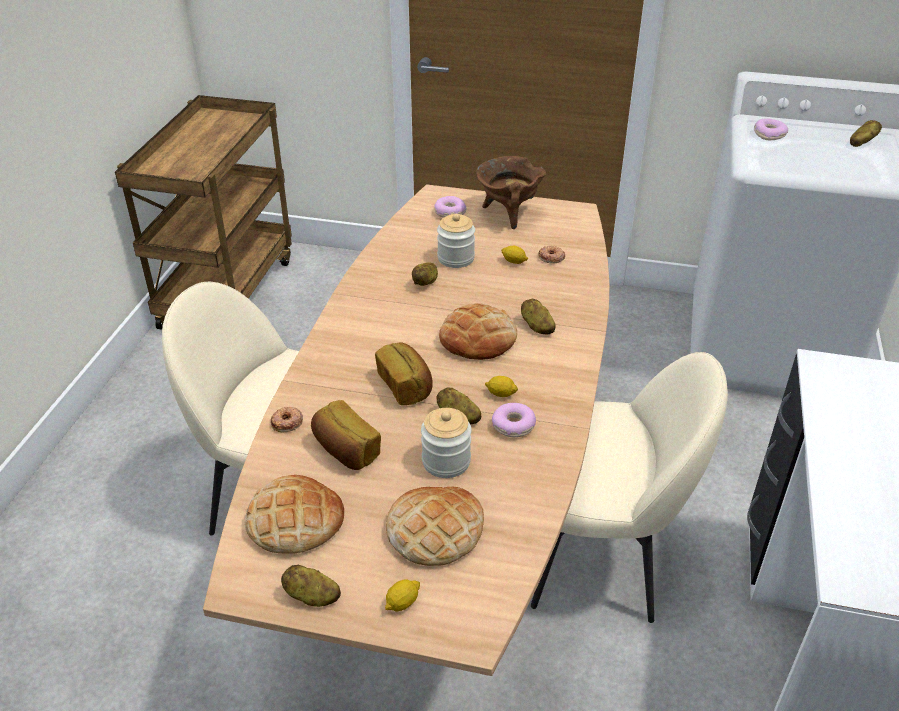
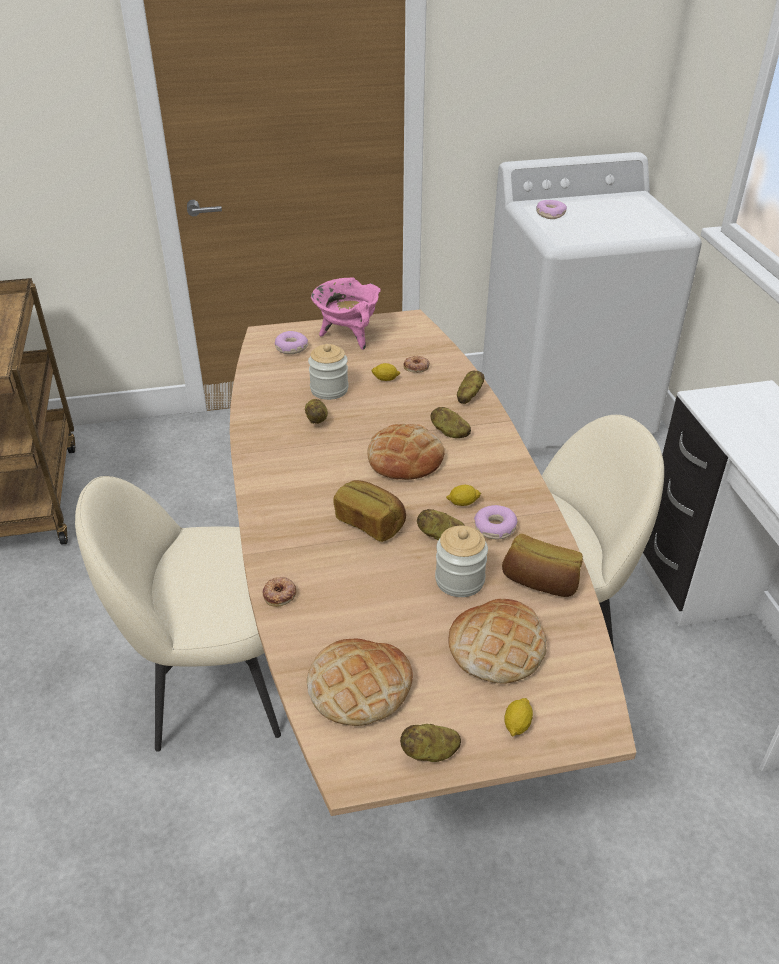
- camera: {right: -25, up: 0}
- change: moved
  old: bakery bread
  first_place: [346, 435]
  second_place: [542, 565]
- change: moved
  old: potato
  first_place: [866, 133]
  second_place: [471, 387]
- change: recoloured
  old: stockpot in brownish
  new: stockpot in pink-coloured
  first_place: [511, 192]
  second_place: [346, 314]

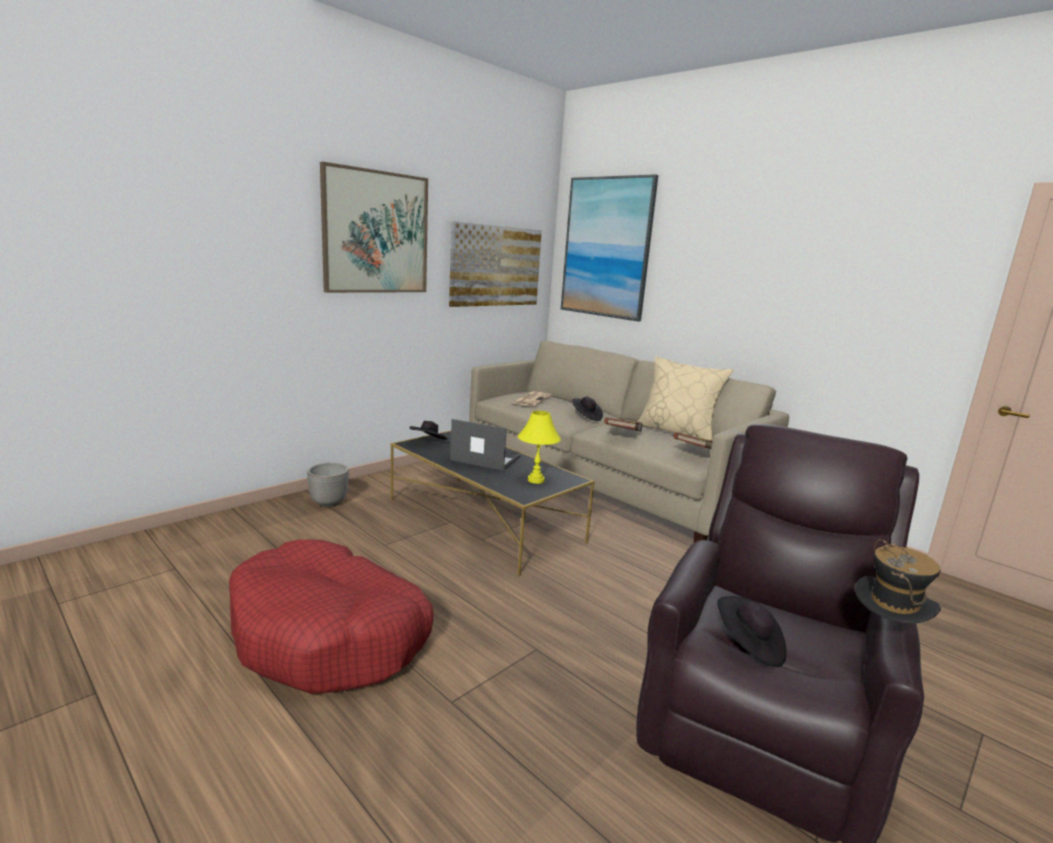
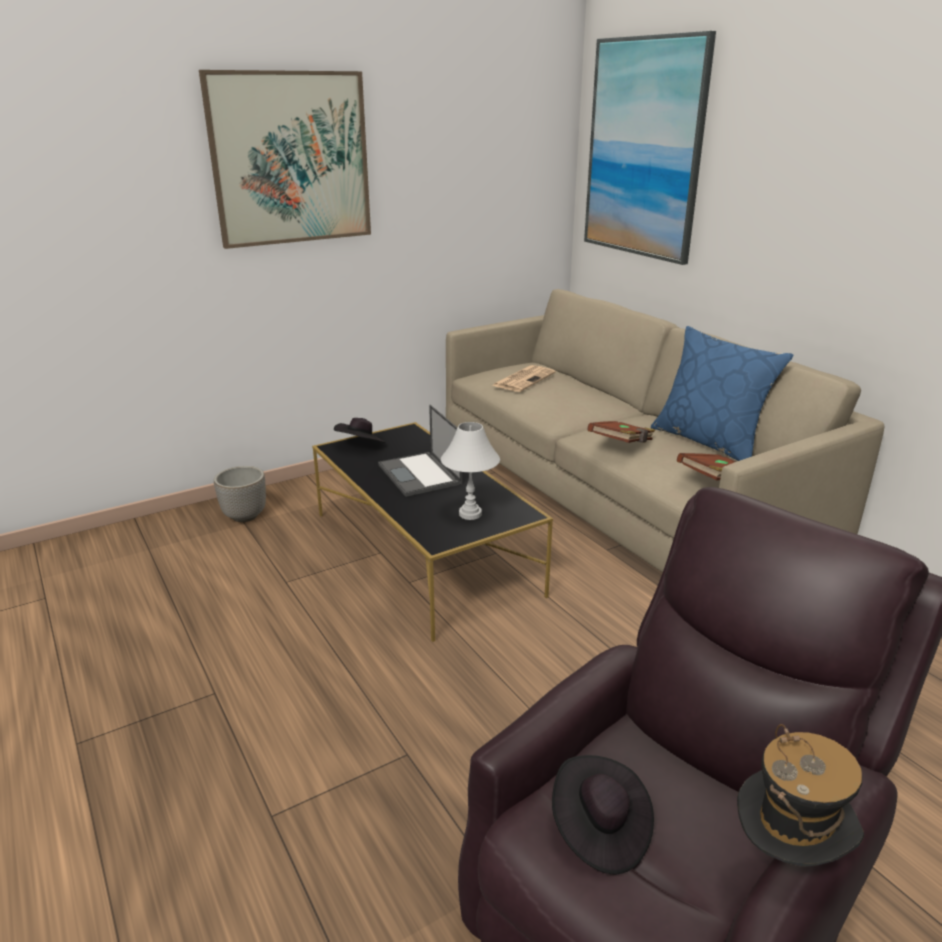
- camera: {right: 15, up: 10}
- change: removed
  old: dog bed in red-coloured
  first_place: [331, 616]
- change: removed
  old: wall picture
  first_place: [495, 264]
- change: removed
  old: wearable hat in black-coloured
  first_place: [587, 409]
- change: recoloured
  old: tabletop lamp in yellow
  new: tabletop lamp in whitish
  first_place: [539, 447]
  second_place: [470, 471]
- change: recoloured
  old: pillow in beige-coloured
  new: pillow in bluish
  first_place: [685, 398]
  second_place: [722, 393]
- change: turned
  old: notebook computer
  first_place: [485, 445]
  second_place: [420, 451]
  degrees: -150

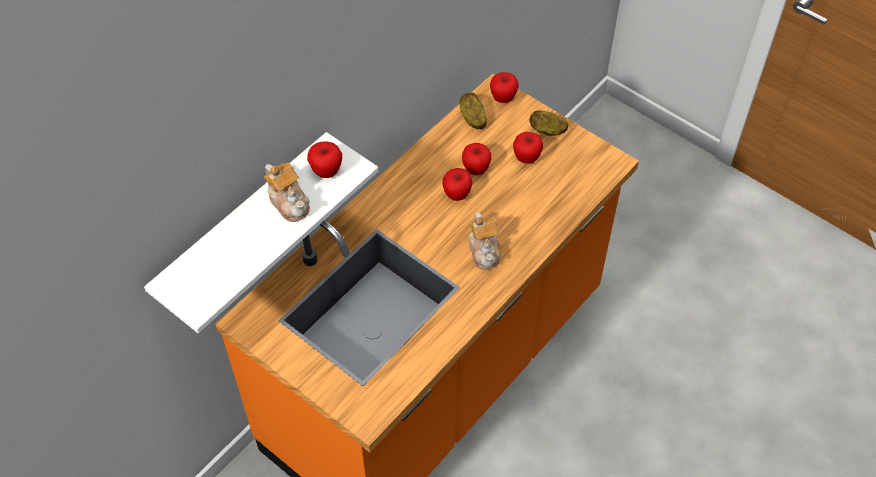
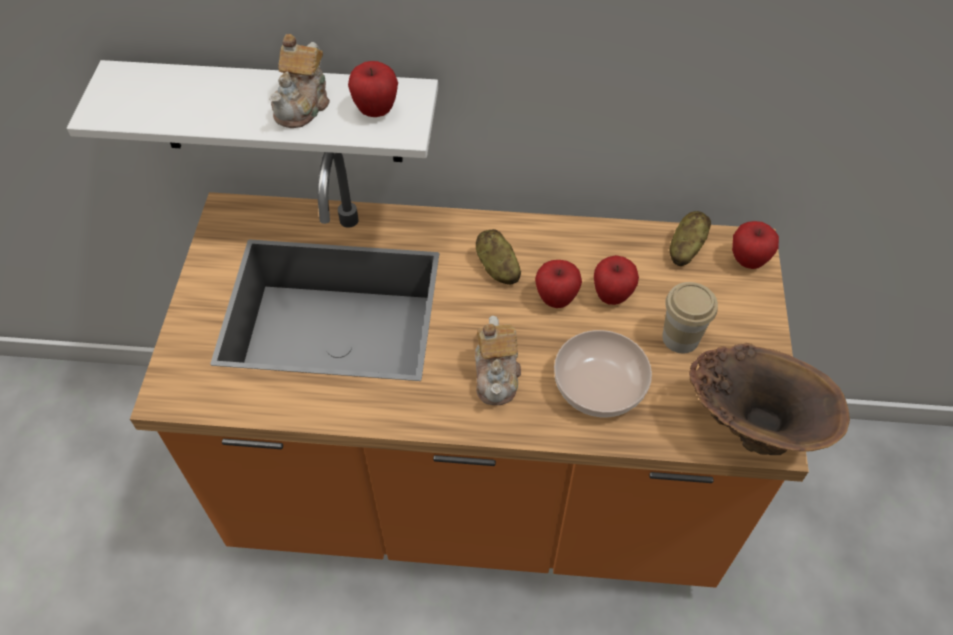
- camera: {right: 55, up: 0}
- change: added
  new: serving bowl
  second_place: [603, 373]
- change: added
  new: vase in brownish
  second_place: [769, 399]
- change: moved
  old: potato
  first_place: [548, 123]
  second_place: [498, 257]
- change: replaced
  old: apple fruit
  new: cup
  first_place: [528, 148]
  second_place: [690, 317]
- change: turned
  old: teapot
  first_place: [485, 241]
  second_place: [498, 360]
  degrees: -45

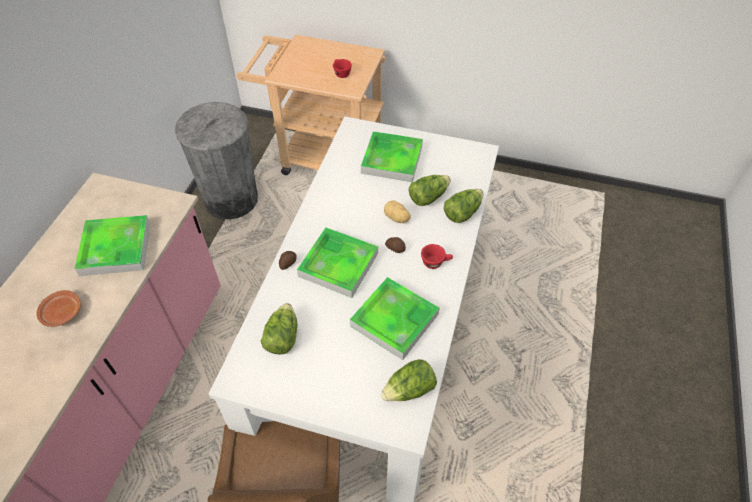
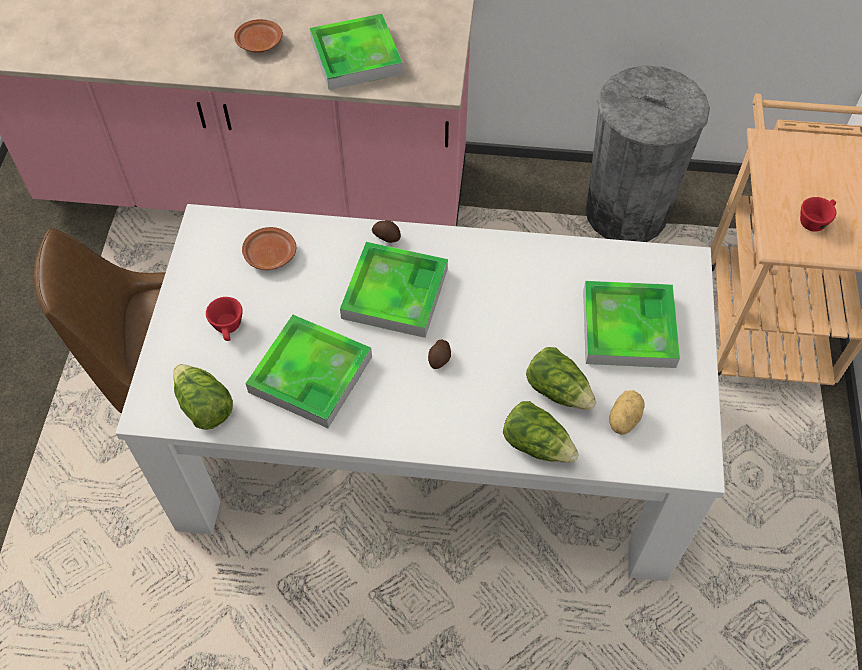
- camera: {right: 80, up: 5}
- change: moved
  old: potato
  first_place: [397, 211]
  second_place: [627, 412]
- change: moved
  old: cup in red-coloured
  first_place: [437, 256]
  second_place: [224, 319]
- change: replaced
  old: lettuce head
  new: dinner plate in brownish
  first_place: [279, 329]
  second_place: [269, 248]

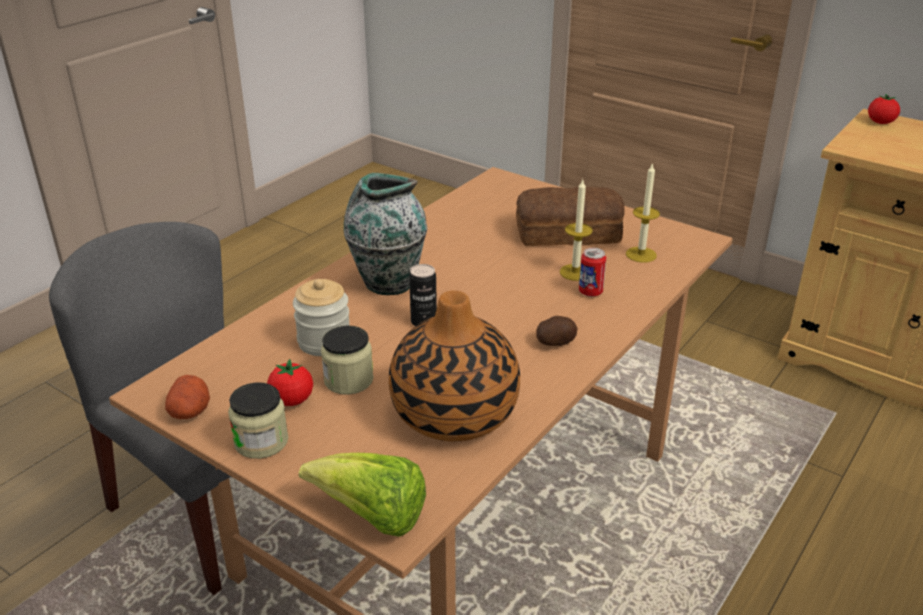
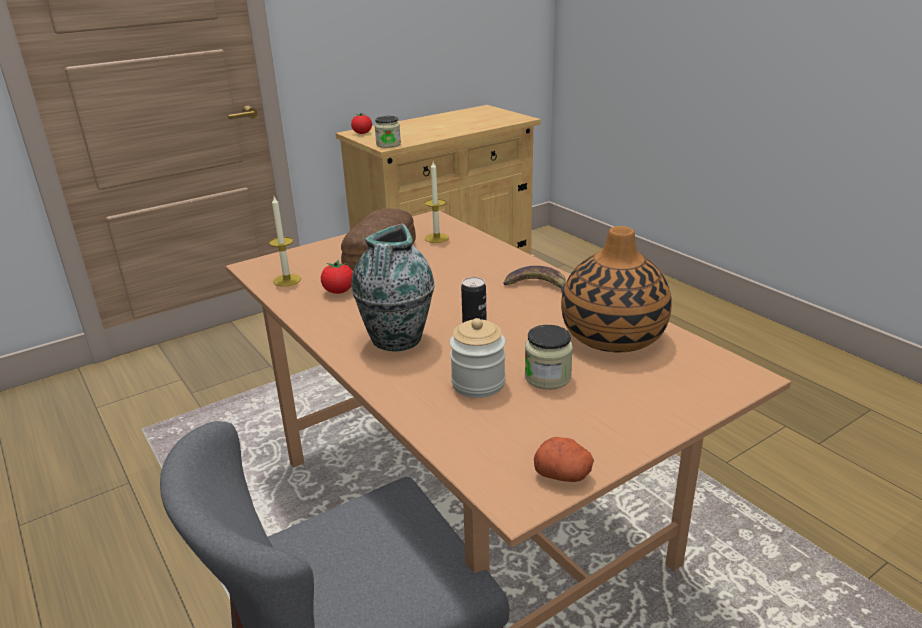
- camera: {right: -70, up: -5}
- change: removed
  old: lettuce head
  first_place: [362, 495]
- change: removed
  old: sealed can
  first_place: [592, 272]
- change: moved
  old: preserve jar
  first_place: [258, 421]
  second_place: [388, 132]
- change: moved
  old: fresh tomato
  first_place: [290, 382]
  second_place: [337, 277]
- change: moved
  old: wax light
  first_place: [576, 230]
  second_place: [285, 241]
- change: replaced
  old: potato
  new: whole banana
  first_place: [557, 331]
  second_place: [534, 279]

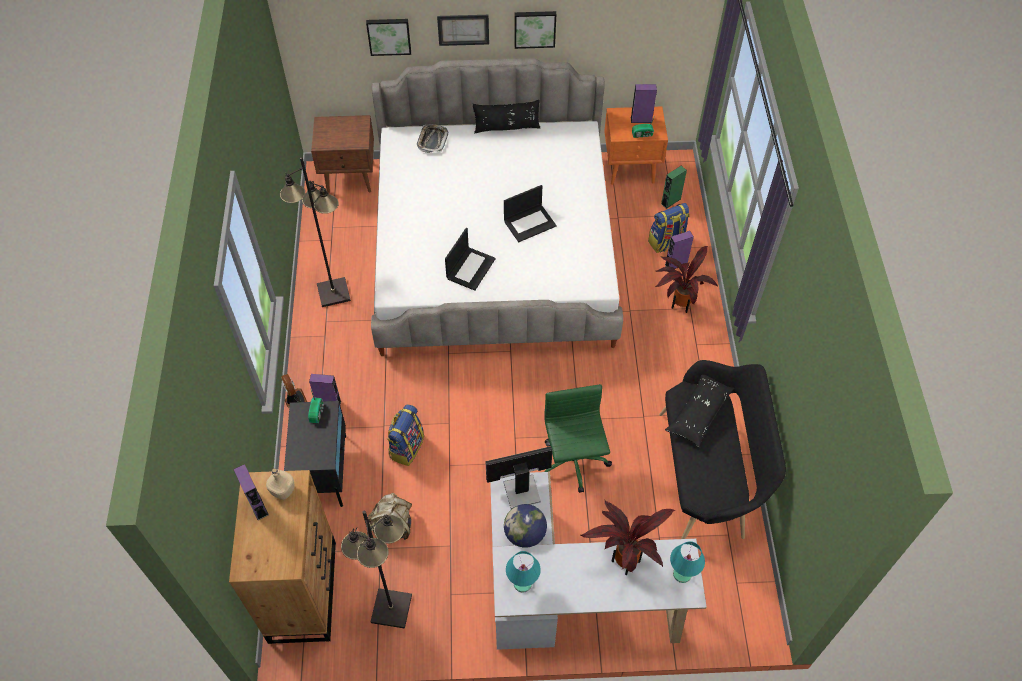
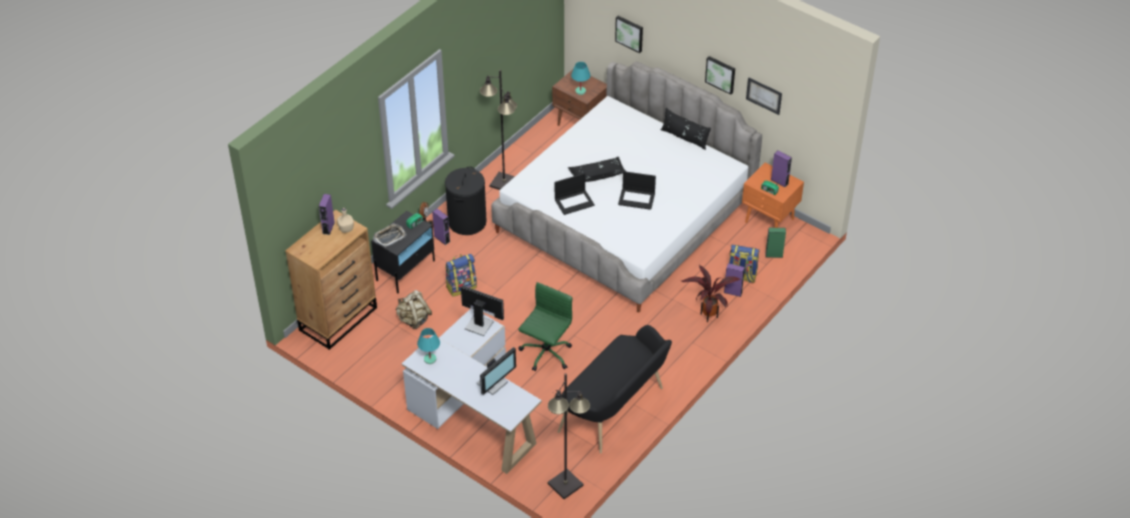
- camera: {right: 40, up: -10}
- change: removed
  old: globe
  first_place: [525, 526]
- change: added
  new: laundry basket in black-coloured
  second_place: [466, 200]
- change: moved
  old: floor lamp in black-coloured
  first_place: [376, 569]
  second_place: [568, 436]
- change: moved
  old: serving tray
  first_place: [432, 138]
  second_place: [390, 235]
- change: moved
  old: wall picture
  first_place: [463, 30]
  second_place: [764, 96]
- change: moved
  old: pillow in black-coloured
  first_place: [700, 411]
  second_place: [597, 169]
- change: moved
  old: tabletop lamp in blue-green
  first_place: [687, 562]
  second_place: [580, 78]
- change: replaced
  old: potted plant
  new: computer display
  first_place: [628, 537]
  second_place: [496, 371]

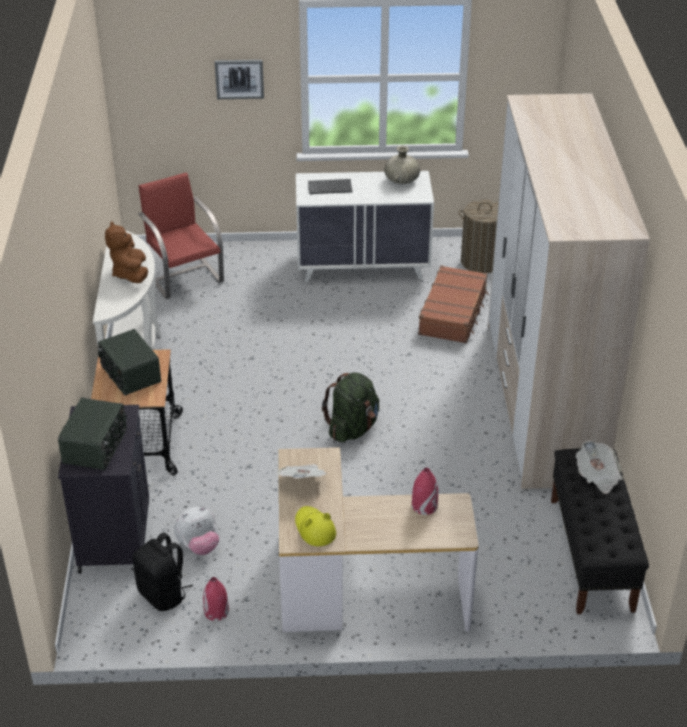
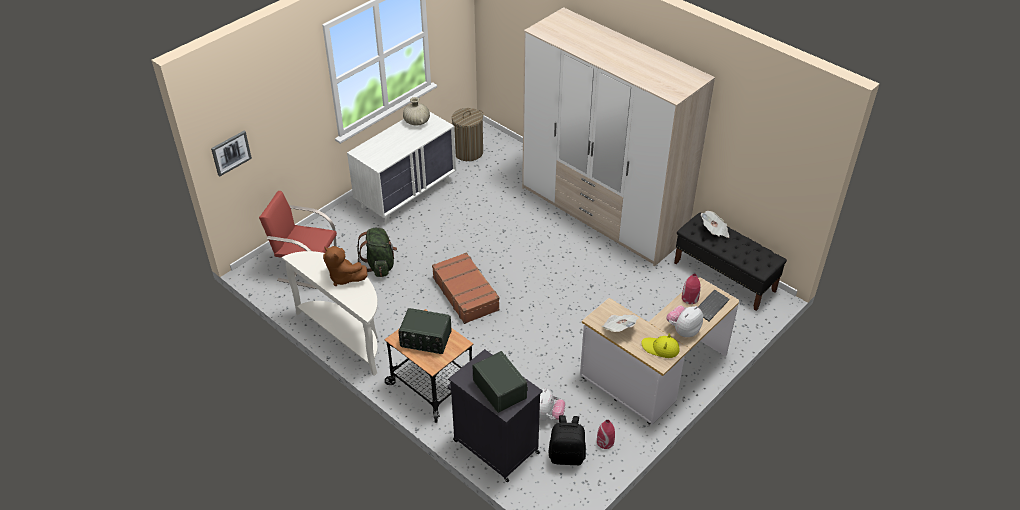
- camera: {right: -45, up: 5}
- change: added
  new: soft toy
  second_place: [684, 321]
- change: moved
  old: wall picture
  first_place: [239, 79]
  second_place: [231, 154]
- change: moved
  old: keyboard
  first_place: [330, 186]
  second_place: [714, 305]
- change: moved
  old: knapsack in green-coloured
  first_place: [350, 407]
  second_place: [377, 252]
- change: moved
  old: piece of luggage in brownish
  first_place: [453, 304]
  second_place: [466, 288]

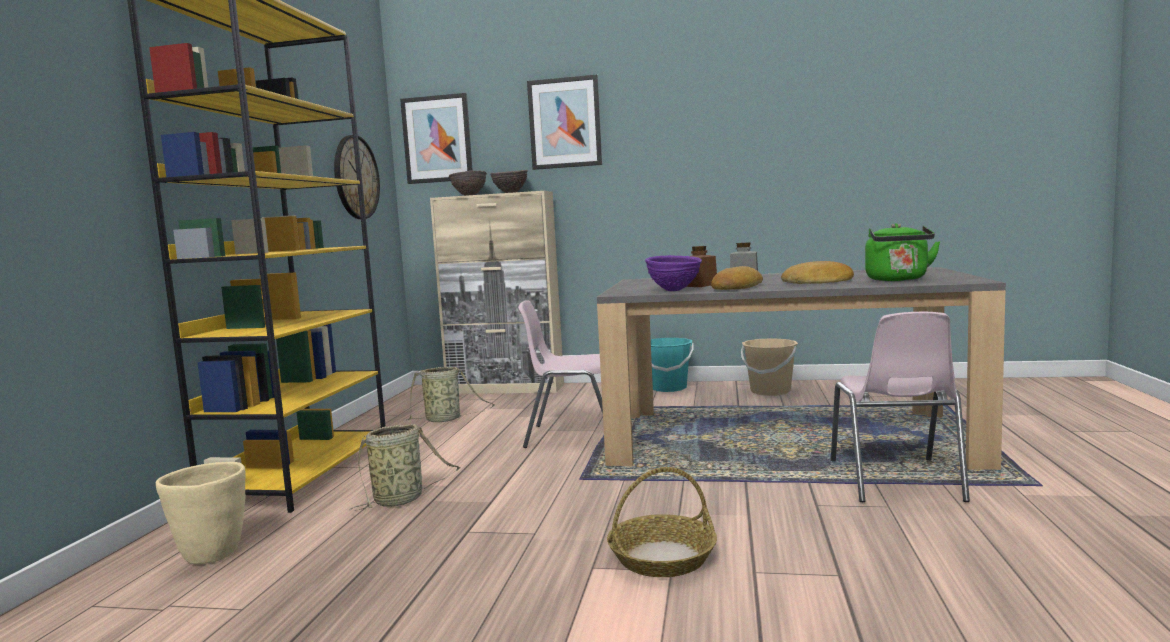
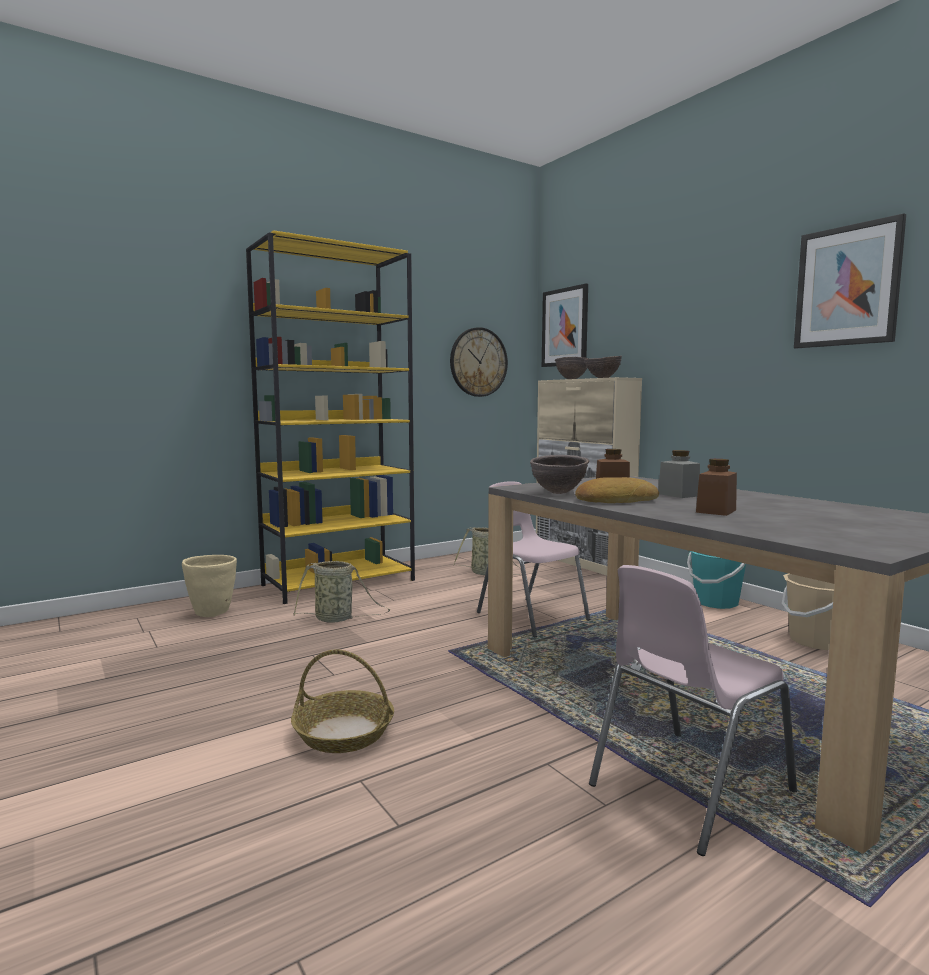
- camera: {right: 45, up: 0}
- change: removed
  old: tea kettle in green-coloured
  first_place: [902, 252]
- change: moved
  old: wall picture
  first_place: [564, 122]
  second_place: [850, 280]
- change: replaced
  old: bakery bread
  new: preserve jar in brownish
  first_place: [817, 272]
  second_place: [716, 487]
- change: recoloured
  old: serving bowl in purple-coloured
  new: serving bowl in brownish
  first_place: [673, 273]
  second_place: [560, 474]

